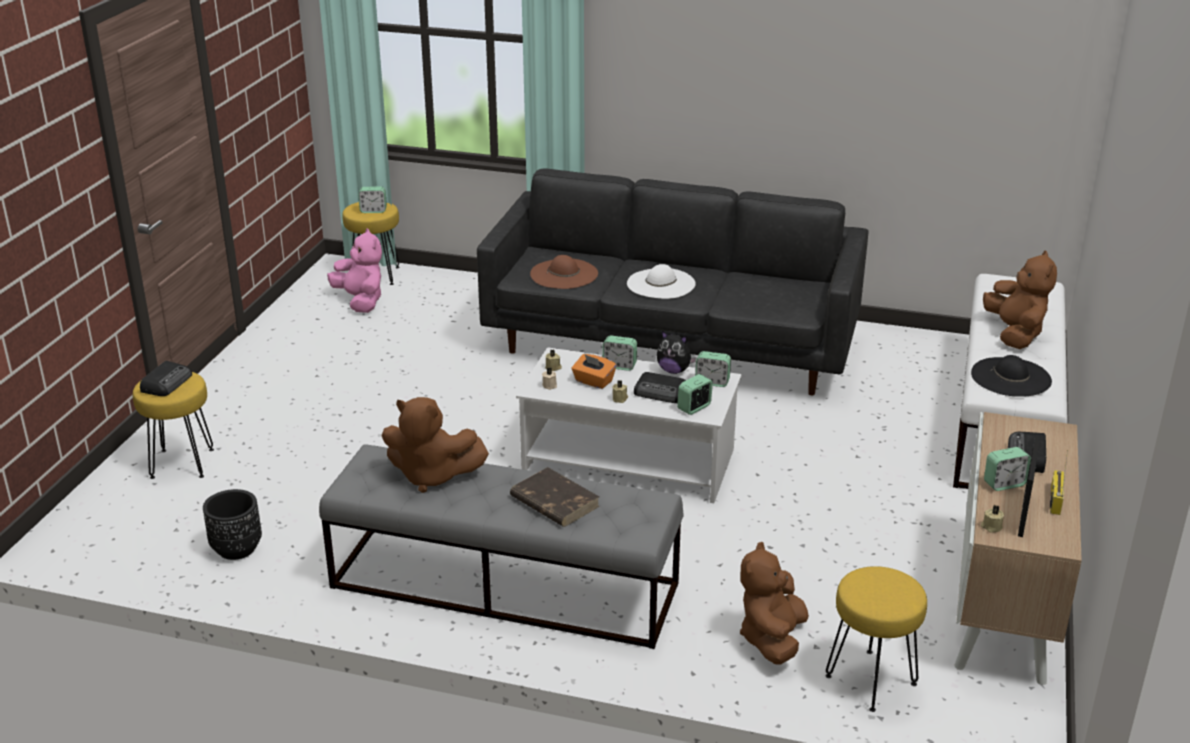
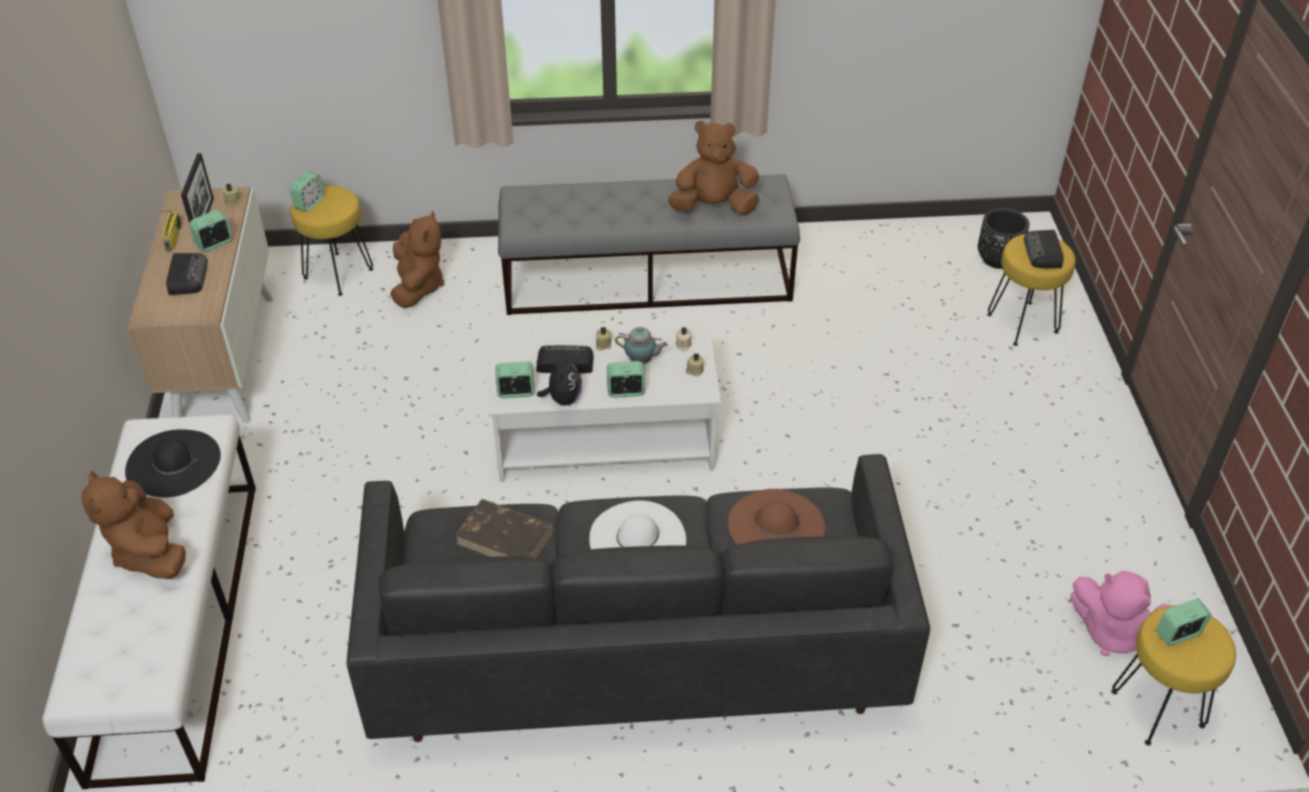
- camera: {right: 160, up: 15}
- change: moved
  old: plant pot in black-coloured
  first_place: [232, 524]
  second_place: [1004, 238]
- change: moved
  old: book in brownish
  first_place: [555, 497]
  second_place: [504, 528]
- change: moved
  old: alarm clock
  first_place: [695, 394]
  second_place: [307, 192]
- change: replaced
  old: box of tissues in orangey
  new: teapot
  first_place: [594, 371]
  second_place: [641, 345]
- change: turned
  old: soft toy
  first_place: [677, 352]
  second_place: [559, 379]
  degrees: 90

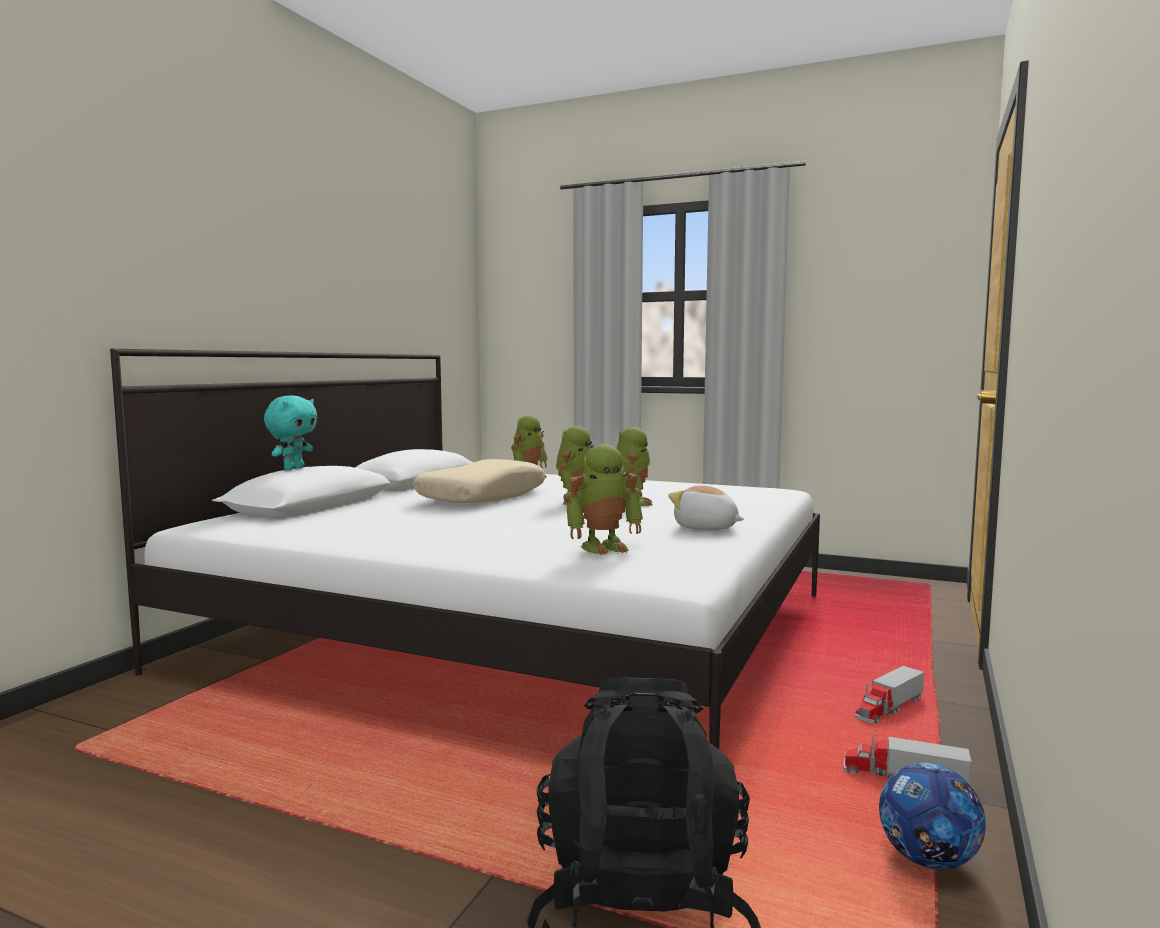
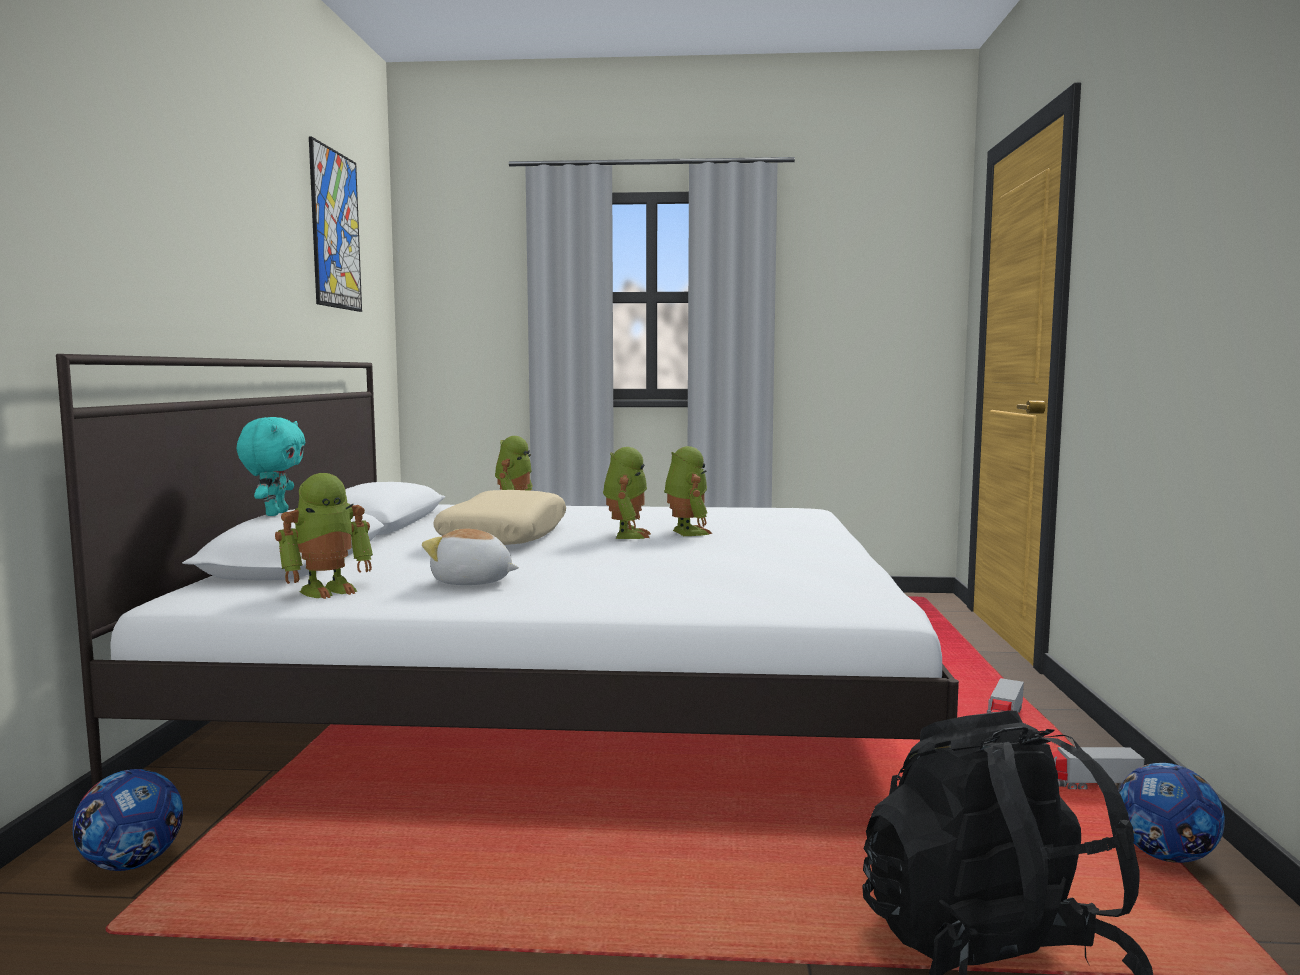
- camera: {right: -20, up: 0}
- change: added
  new: football ball
  second_place: [127, 820]
- change: added
  new: wall picture
  second_place: [335, 224]
- change: moved
  old: toy robot
  first_place: [603, 499]
  second_place: [324, 536]
- change: moved
  old: soft toy
  first_place: [706, 507]
  second_place: [470, 557]

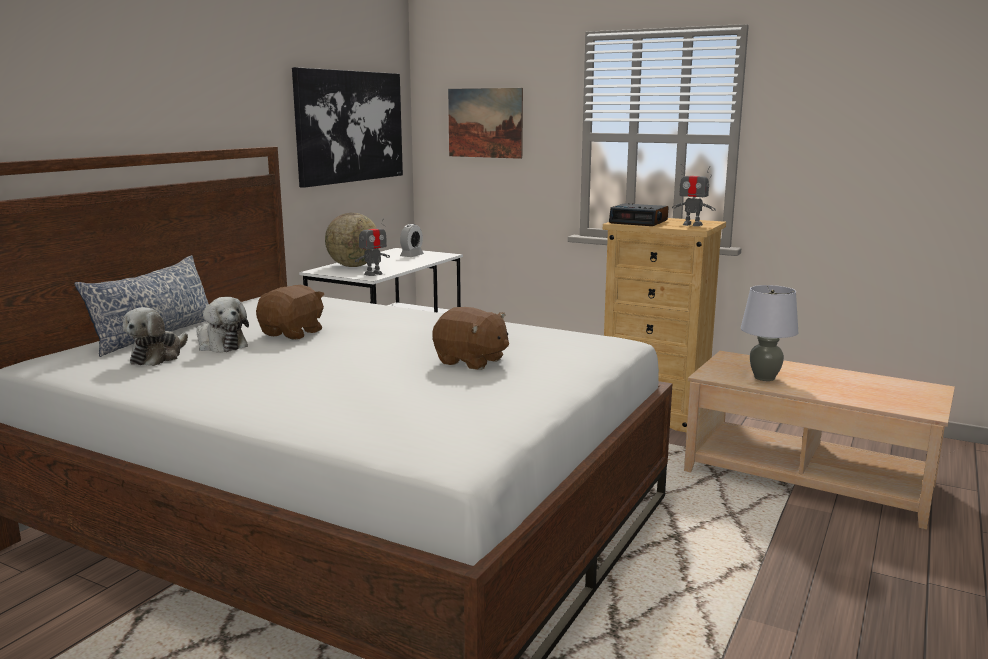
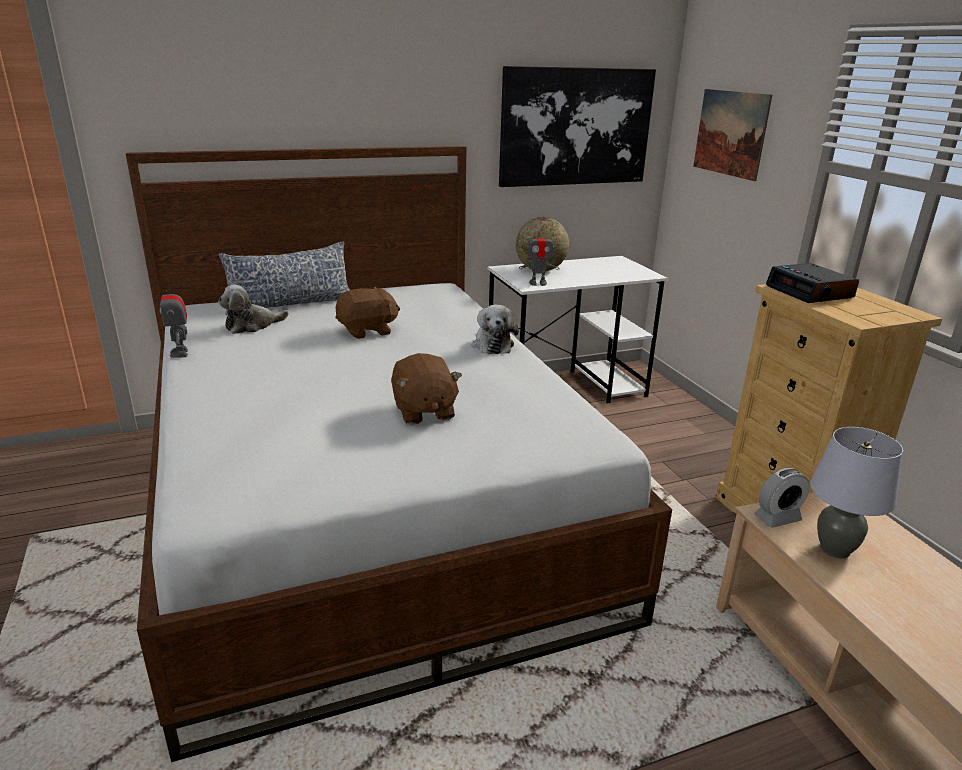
- camera: {right: 40, up: 10}
- change: moved
  old: soft toy
  first_place: [223, 325]
  second_place: [495, 329]
- change: moved
  old: alarm clock
  first_place: [412, 240]
  second_place: [782, 498]
- change: moved
  old: toy robot
  first_place: [694, 195]
  second_place: [174, 318]

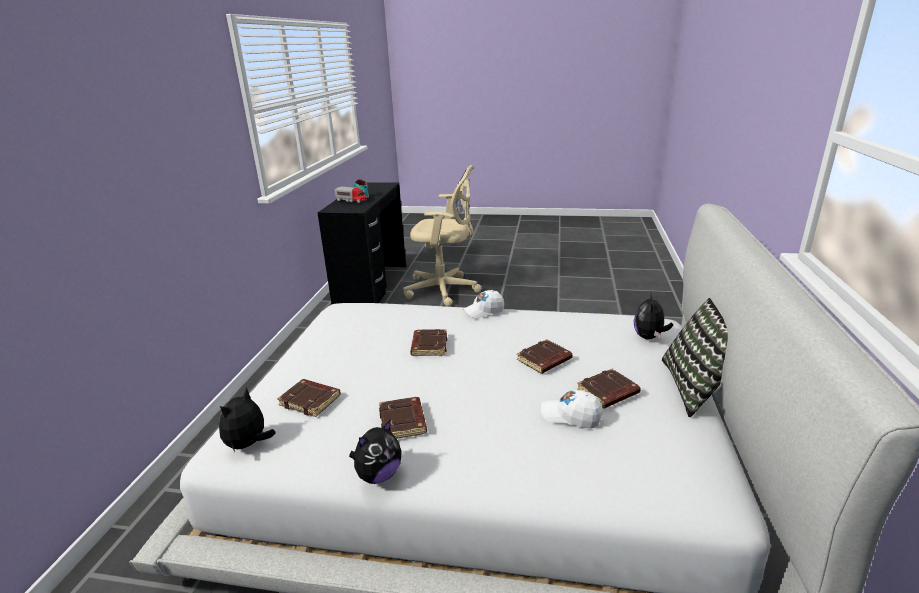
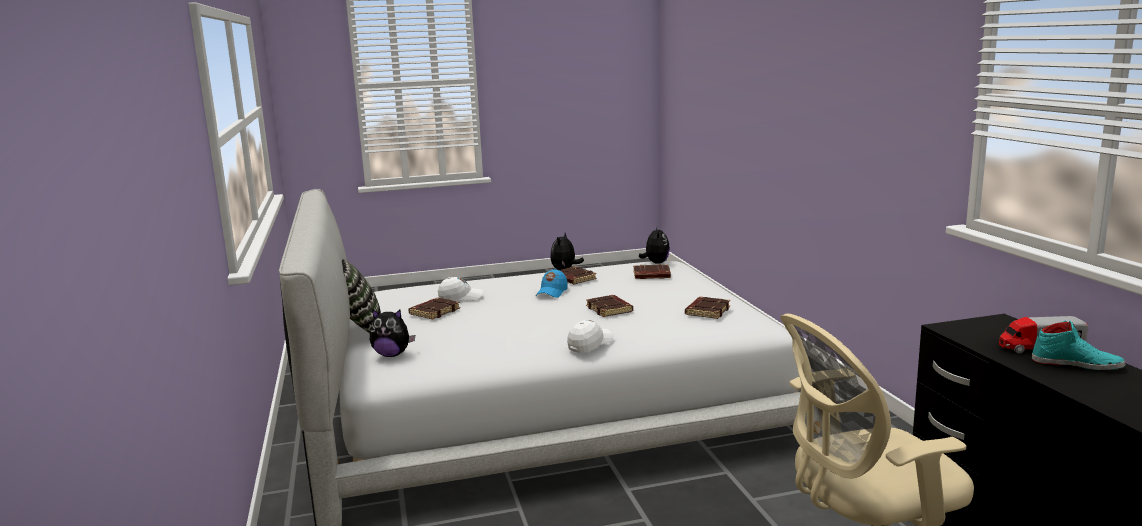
- camera: {right: 155, up: -10}
- change: added
  new: peaked cap in bluish
  second_place: [552, 283]
- change: moved
  old: book in brownish
  first_place: [545, 356]
  second_place: [707, 308]
- change: turned
  old: soft toy
  first_place: [653, 316]
  second_place: [392, 333]
  degrees: 105

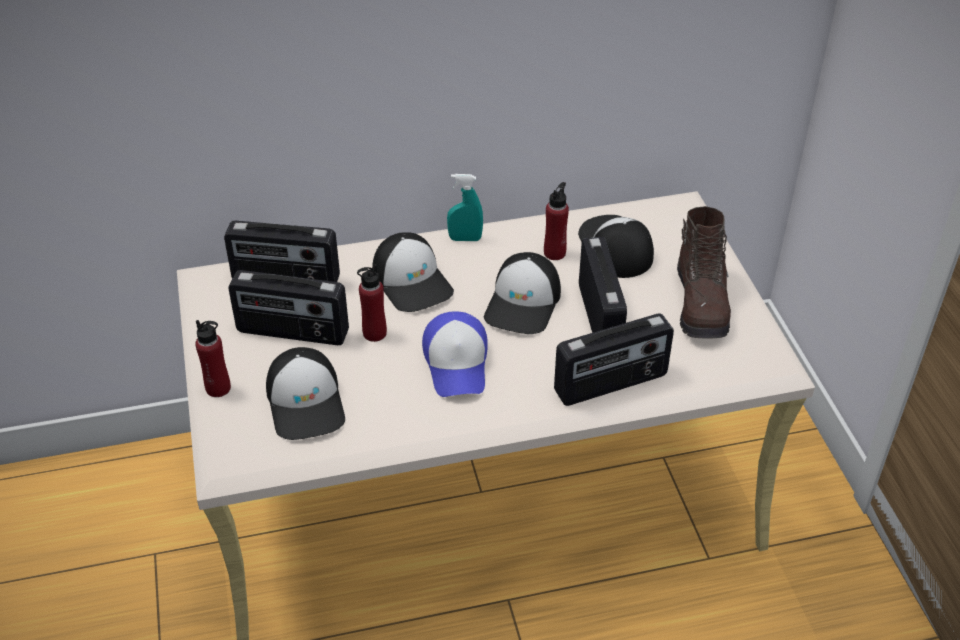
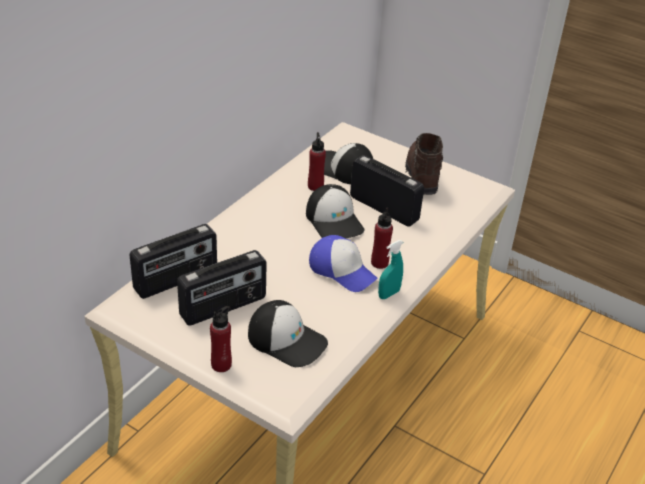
- camera: {right: -45, up: -5}
- change: removed
  old: peaked cap
  first_place: [413, 272]
- change: removed
  old: radio receiver
  first_place: [614, 359]
- change: moved
  old: bottle in red-coloured
  first_place: [372, 303]
  second_place: [382, 238]
- change: moved
  old: sprayer in blue-green
  first_place: [465, 207]
  second_place: [390, 269]
- change: turned
  old: boot in brownish
  first_place: [704, 272]
  second_place: [424, 164]
  degrees: -135

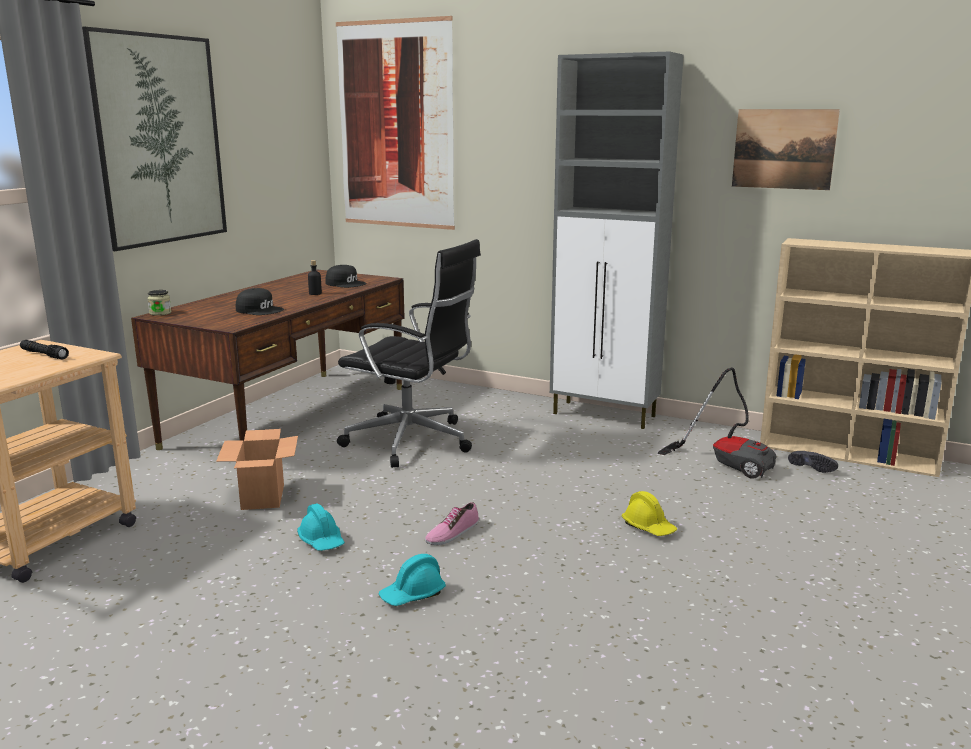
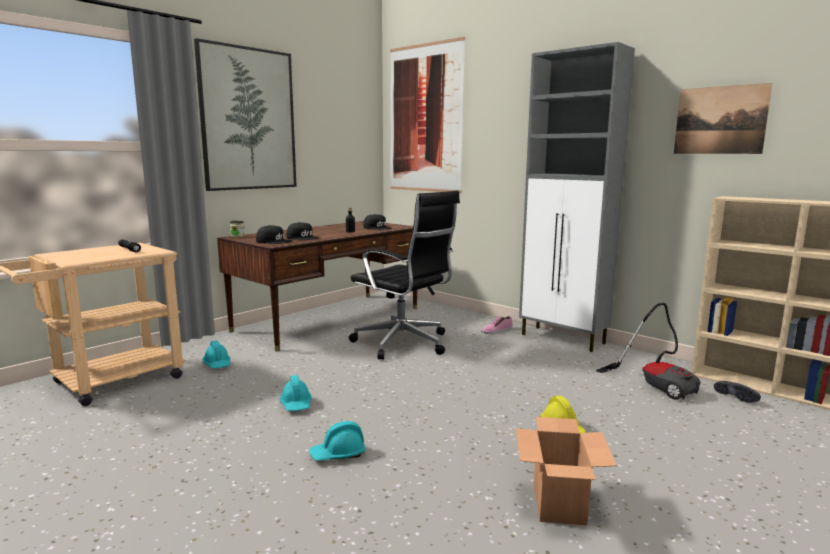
- camera: {right: 15, up: -5}
- change: added
  new: work helmet in blue-green
  second_place: [216, 354]
- change: added
  new: peaked cap in black-coloured
  second_place: [274, 234]
- change: moved
  old: cardboard box
  first_place: [257, 469]
  second_place: [566, 471]
- change: moved
  old: item of footwear
  first_place: [452, 523]
  second_place: [497, 325]

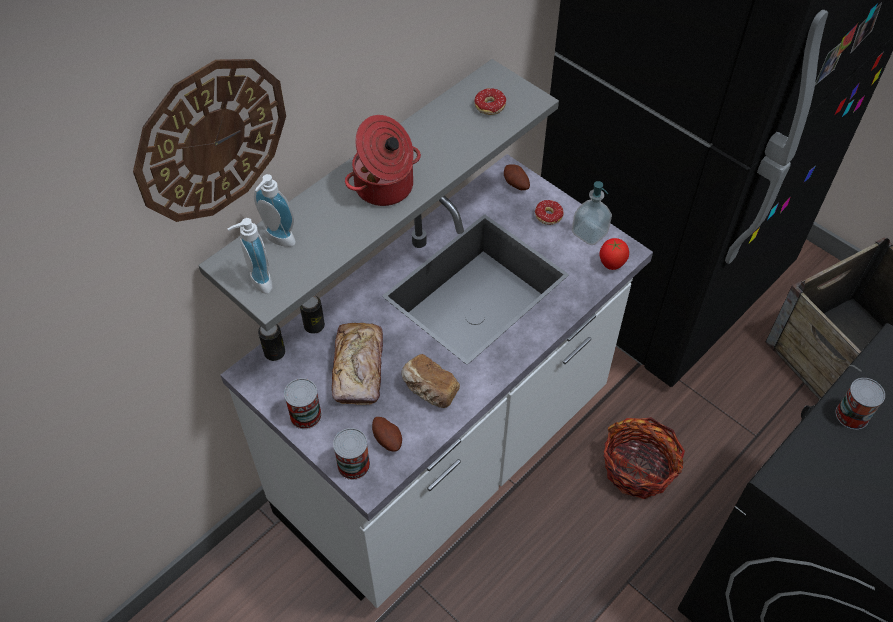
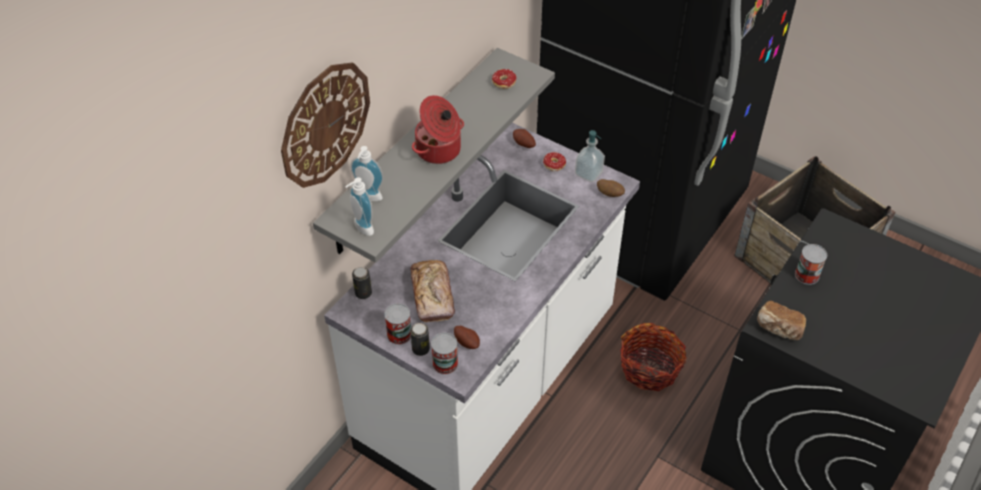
- camera: {right: -10, up: -5}
- change: moved
  old: sealed can
  first_place: [312, 314]
  second_place: [420, 339]
- change: moved
  old: bakery bread
  first_place: [430, 381]
  second_place: [781, 320]
- change: replaced
  old: fresh tomato
  new: potato
  first_place: [614, 254]
  second_place: [611, 188]

